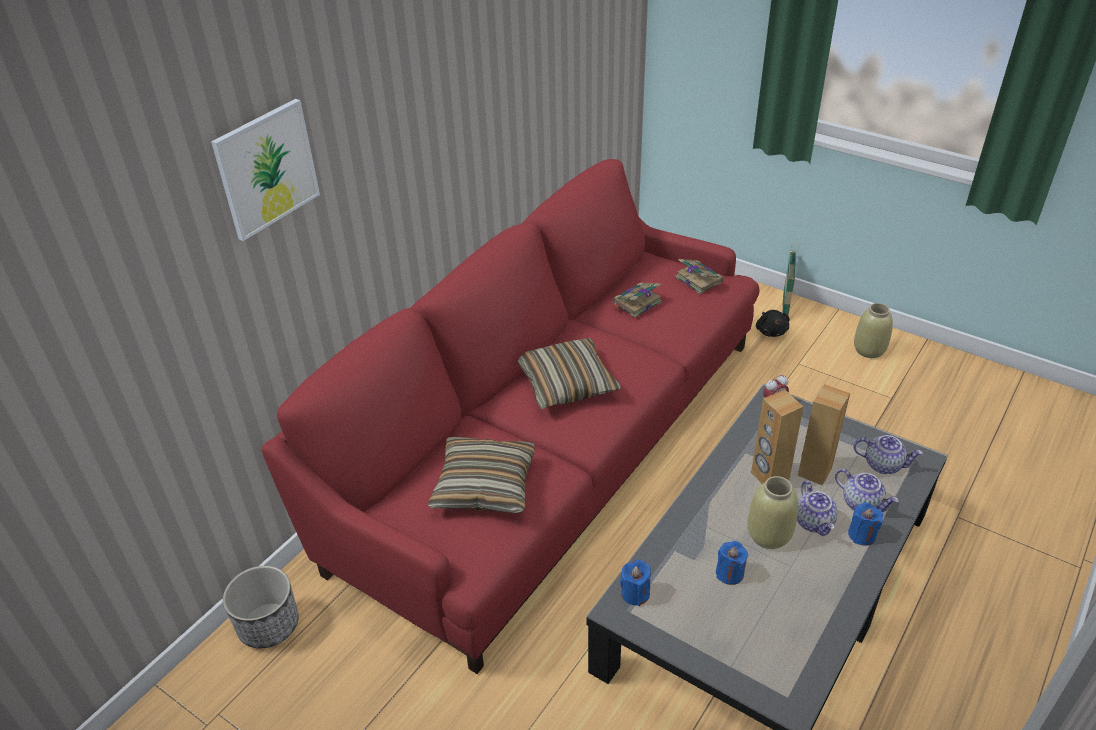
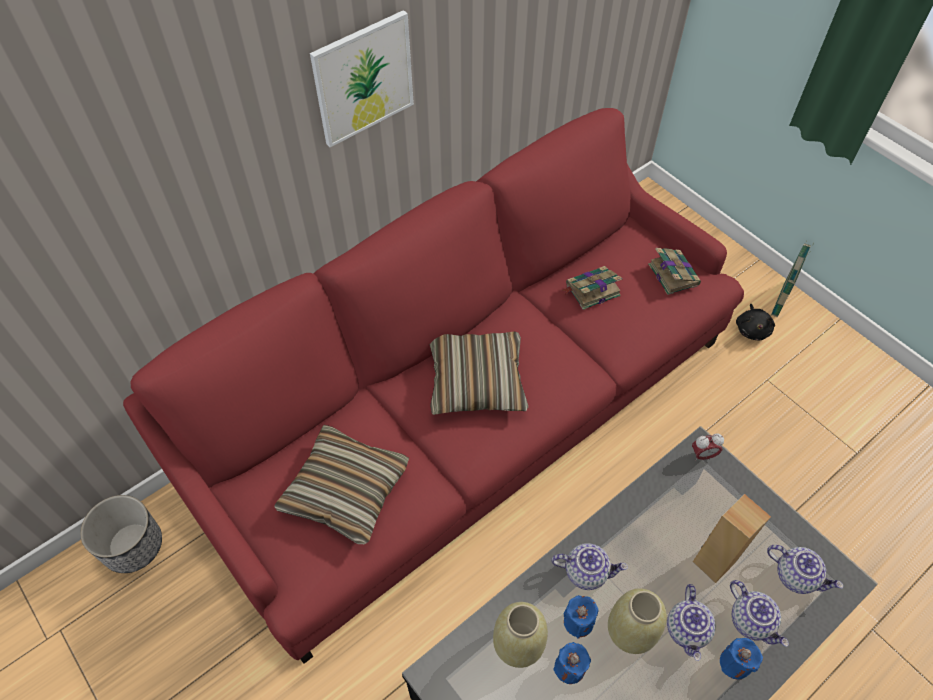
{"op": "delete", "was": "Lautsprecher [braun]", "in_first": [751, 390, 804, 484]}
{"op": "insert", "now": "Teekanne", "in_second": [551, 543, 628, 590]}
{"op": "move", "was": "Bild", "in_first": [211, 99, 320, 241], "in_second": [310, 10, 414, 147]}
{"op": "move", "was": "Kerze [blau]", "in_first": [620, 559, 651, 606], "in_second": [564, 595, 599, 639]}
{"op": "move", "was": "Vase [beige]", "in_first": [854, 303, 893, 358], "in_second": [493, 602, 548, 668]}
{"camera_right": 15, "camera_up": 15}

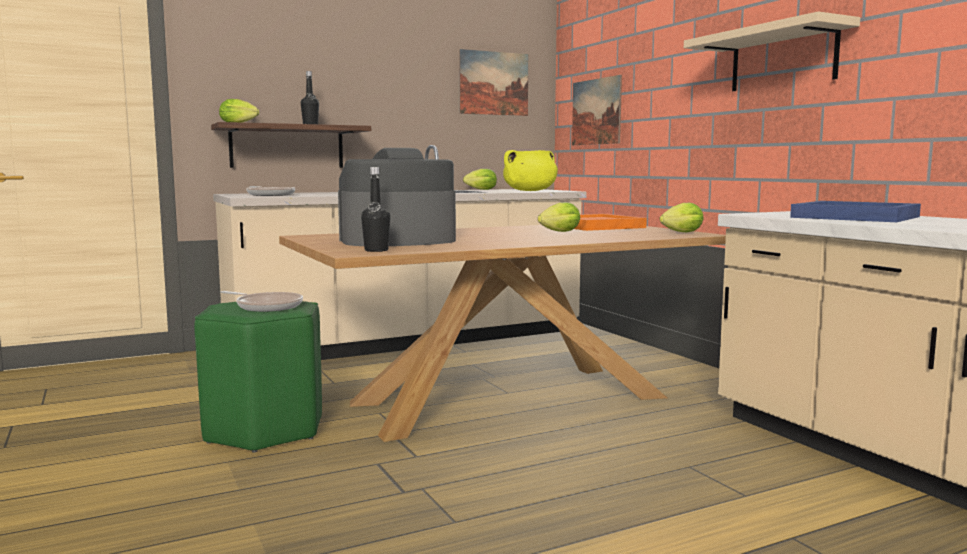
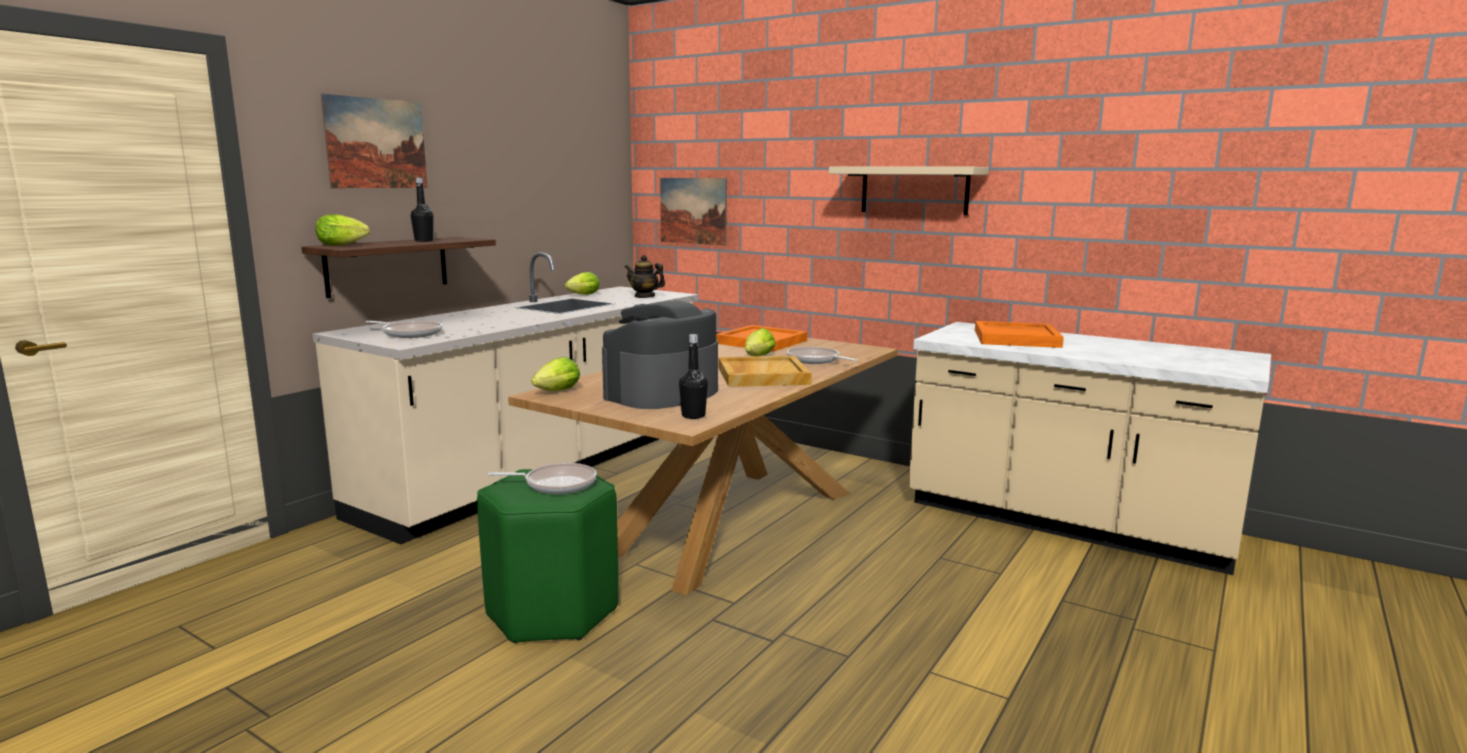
{"op": "insert", "now": "Tablett [beige]", "in_second": [718, 356, 812, 387]}
{"op": "insert", "now": "Pfanne", "in_second": [787, 347, 858, 364]}
{"op": "move", "was": "Bild", "in_first": [459, 49, 528, 116], "in_second": [320, 93, 428, 188]}
{"op": "move", "was": "Salatkopf", "in_first": [660, 203, 704, 232], "in_second": [532, 357, 580, 391]}
{"op": "replace", "was": "Kochtopf [gelb]", "now": "Teekanne", "in_first": [503, 150, 558, 191], "in_second": [625, 255, 665, 298]}
{"op": "recolor", "was": "Tablett [blau]", "now": "Tablett [orange]", "in_first": [790, 201, 921, 222], "in_second": [975, 321, 1064, 348]}
{"camera_right": -30, "camera_up": 5}

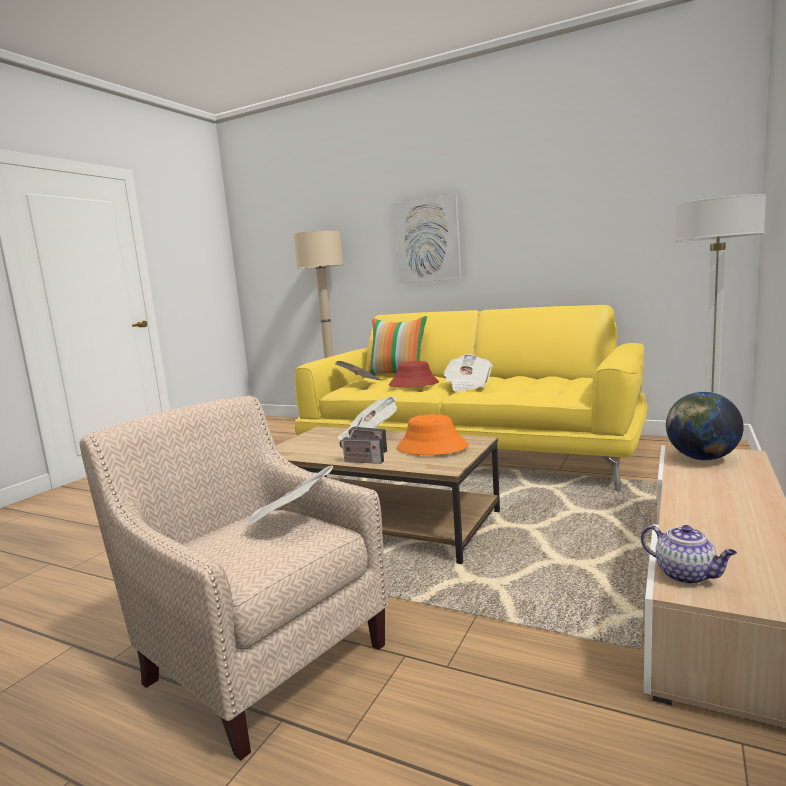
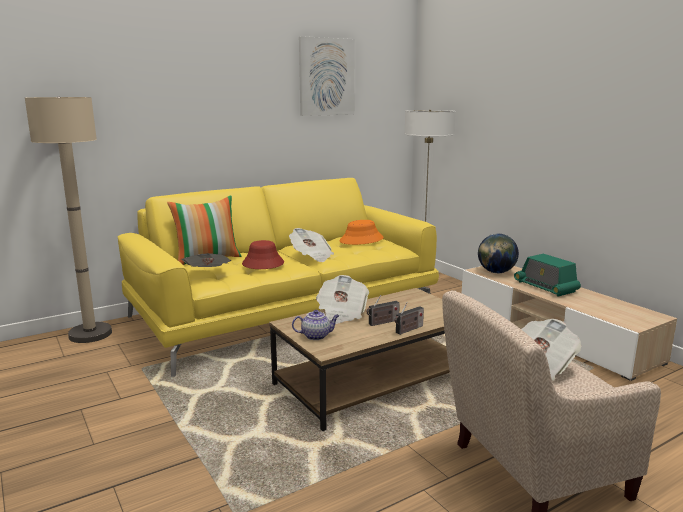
{"op": "insert", "now": "Radio", "in_second": [514, 254, 581, 297]}
{"op": "move", "was": "Bild", "in_first": [394, 194, 462, 284], "in_second": [299, 36, 355, 116]}
{"op": "move", "was": "Hut [orange]", "in_first": [397, 414, 469, 455], "in_second": [339, 220, 384, 245]}
{"op": "move", "was": "Teekanne", "in_first": [641, 525, 737, 584], "in_second": [292, 310, 339, 340]}
{"camera_right": -60, "camera_up": 5}

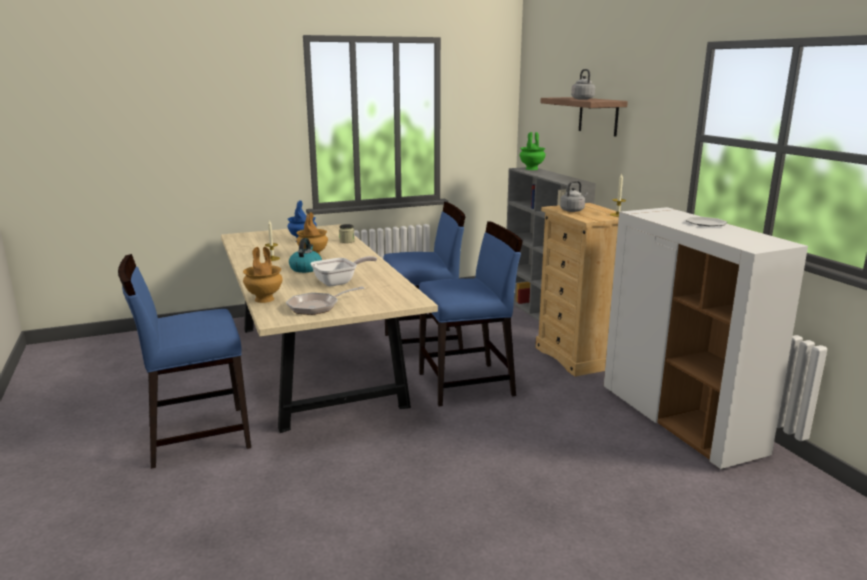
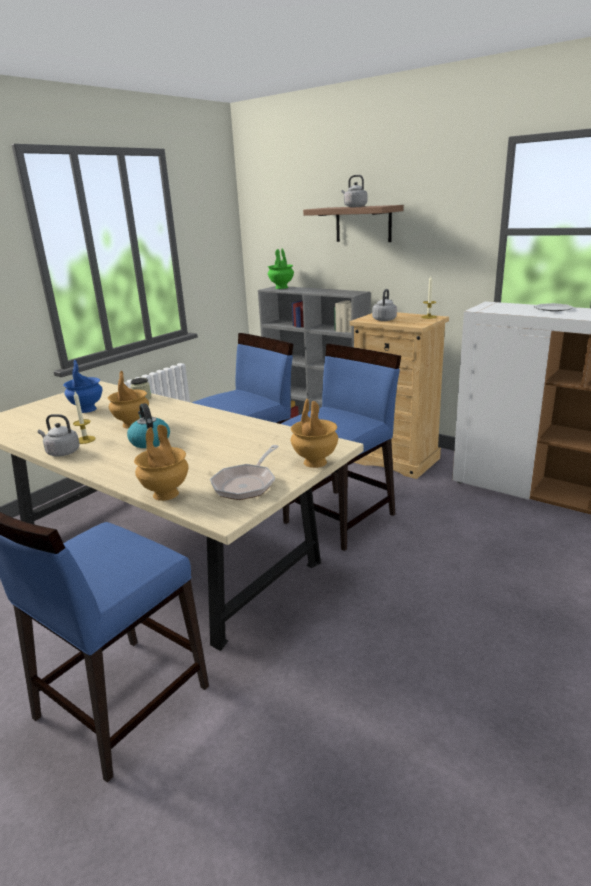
{"op": "delete", "was": "Pfanne", "in_first": [310, 256, 377, 286]}
{"op": "insert", "now": "Wasserkessel [grau]", "in_second": [38, 414, 80, 456]}
{"op": "insert", "now": "Vase [braun]", "in_second": [291, 399, 338, 468]}
{"camera_right": -30, "camera_up": 5}

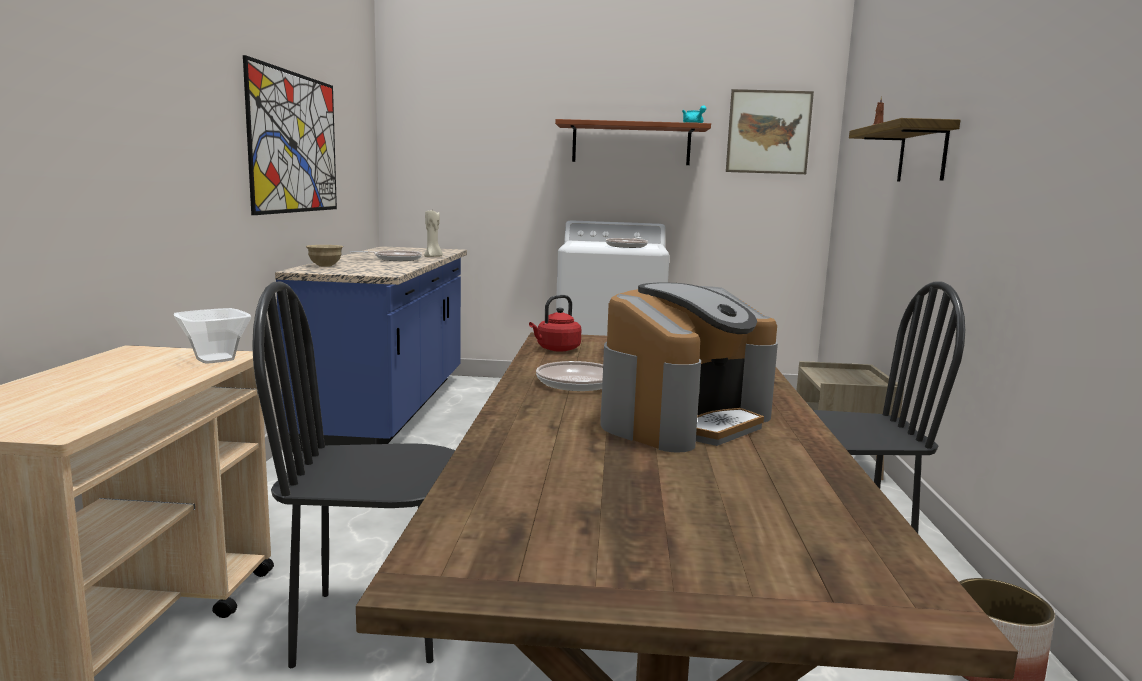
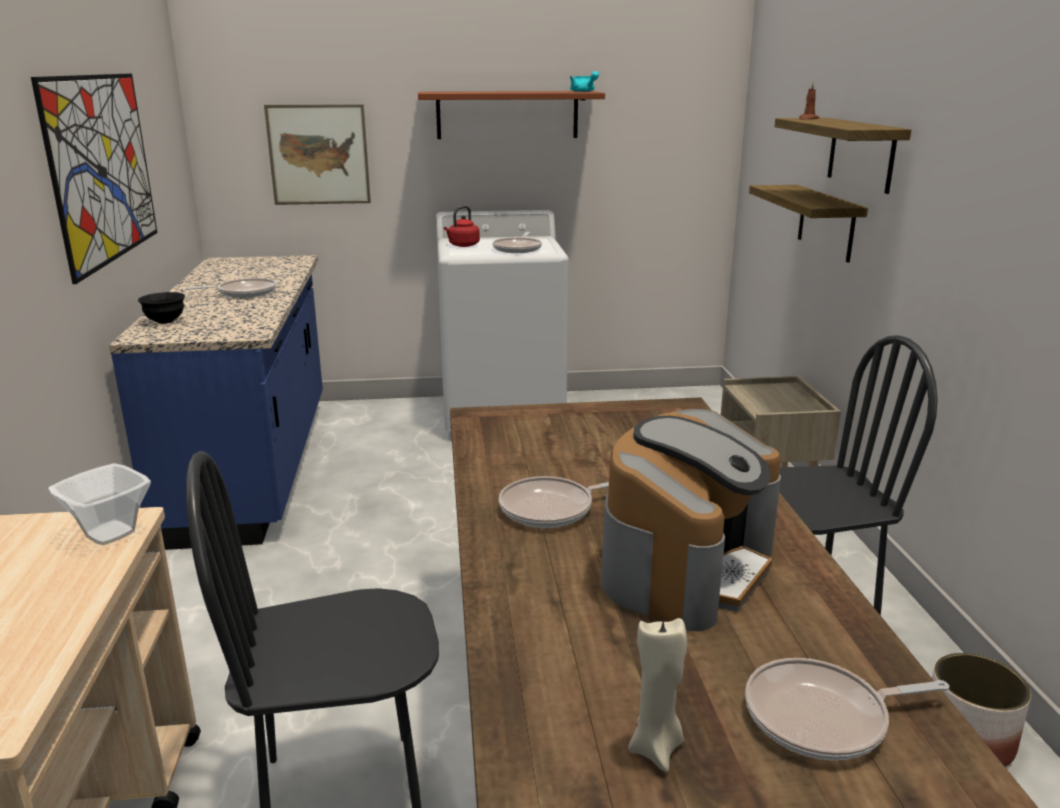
{"op": "insert", "now": "Pfanne", "in_second": [745, 658, 949, 760]}
{"op": "insert", "now": "Wandregal", "in_second": [749, 185, 868, 263]}
{"op": "move", "was": "Kerze [beige]", "in_first": [424, 210, 442, 257], "in_second": [628, 616, 687, 772]}
{"op": "move", "was": "Wasserkessel [rot]", "in_first": [529, 295, 582, 352], "in_second": [444, 206, 480, 247]}
{"op": "move", "was": "Bild", "in_first": [726, 89, 814, 174], "in_second": [264, 104, 371, 205]}
{"op": "recolor", "was": "Schüssel [beige]", "now": "Schüssel [schwarz]", "in_first": [306, 245, 343, 267], "in_second": [138, 292, 185, 324]}
{"camera_right": -10, "camera_up": 10}

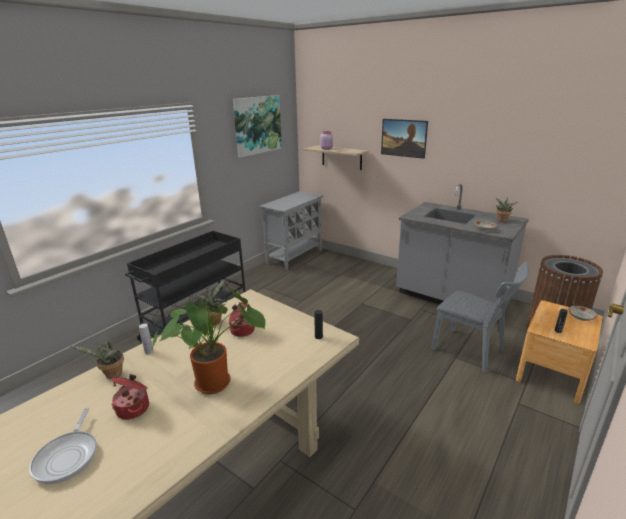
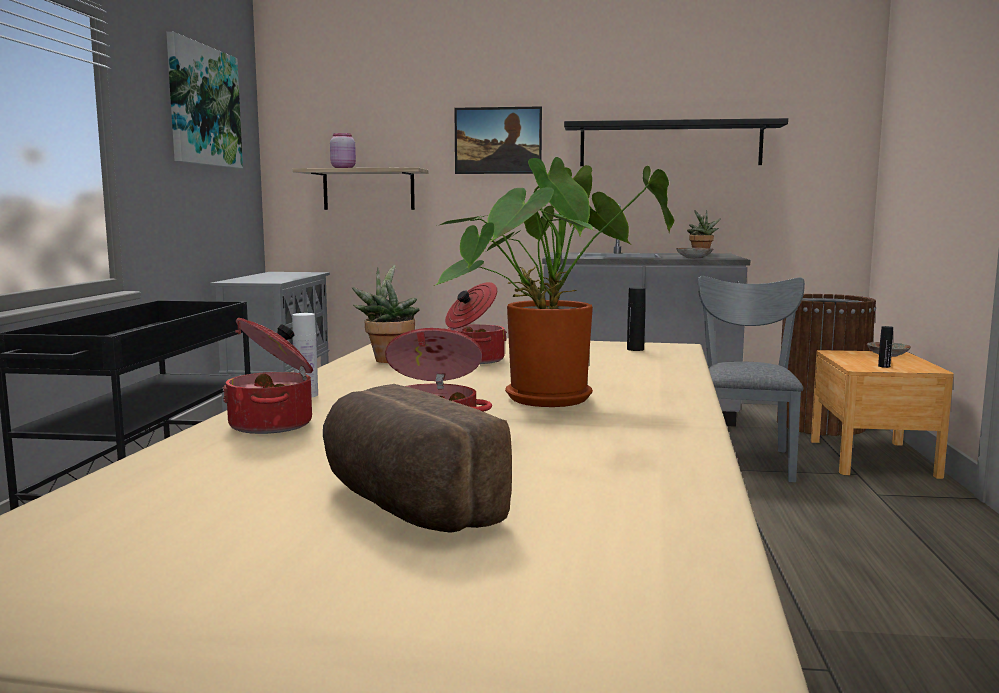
{"op": "insert", "now": "Wandregal [schwarz]", "in_second": [564, 118, 788, 166]}
{"op": "replace", "was": "Pfanne", "now": "Brot", "in_first": [29, 408, 97, 485], "in_second": [323, 384, 512, 533]}
{"op": "replace", "was": "Topfpflanze", "now": "Kochtopf", "in_first": [70, 340, 124, 379], "in_second": [222, 318, 313, 434]}
{"op": "rotate", "was": "Stuhl [grau]", "in_first": [431, 262, 529, 373], "in_second": [698, 276, 805, 482], "clockwise": -90}
{"camera_right": -30, "camera_up": -15}

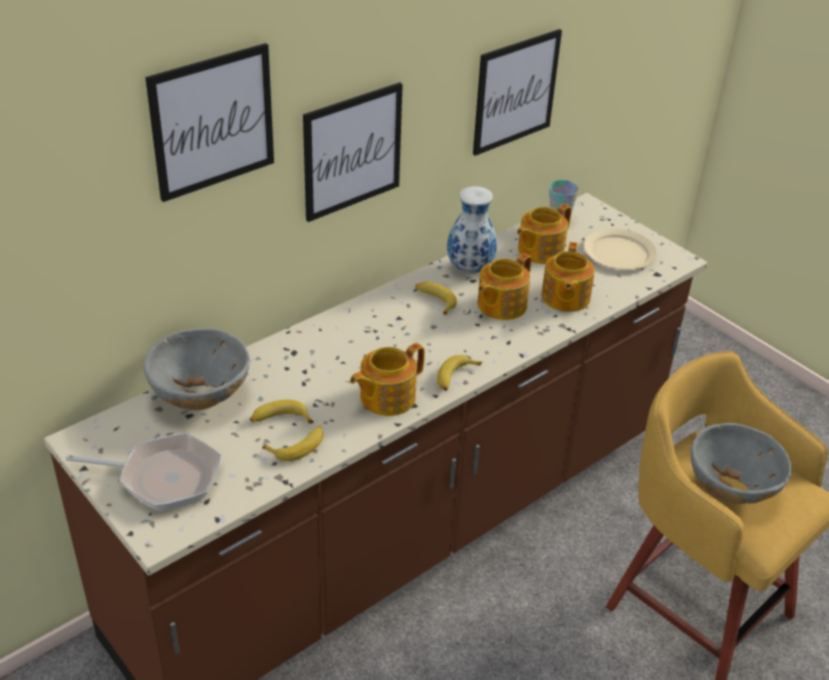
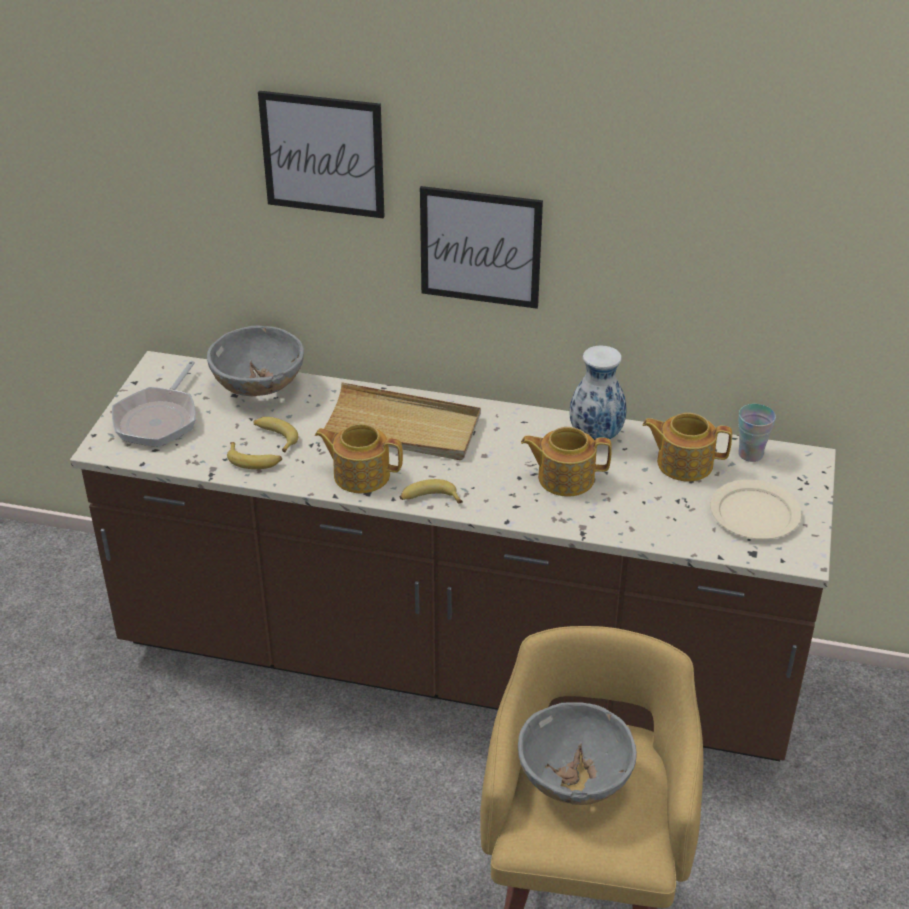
{"op": "delete", "was": "Banane", "in_first": [415, 282, 457, 315]}
{"op": "delete", "was": "Bild", "in_first": [473, 29, 562, 156]}
{"op": "delete", "was": "Teekanne", "in_first": [541, 242, 595, 312]}
{"op": "insert", "now": "Tablett [beige]", "in_second": [317, 382, 481, 460]}
{"op": "rotate", "was": "Pfanne", "in_first": [66, 433, 221, 511], "in_second": [112, 361, 196, 447], "clockwise": 45}
{"camera_right": 55, "camera_up": 0}

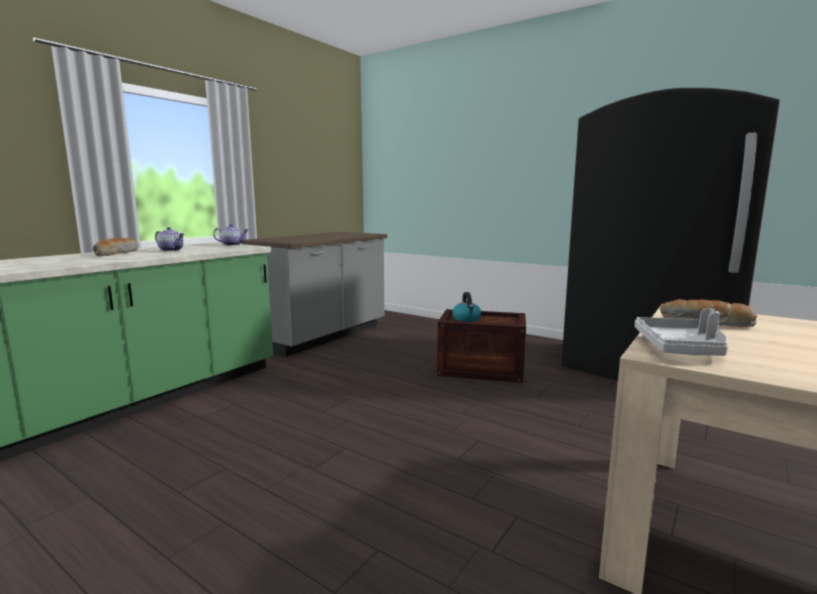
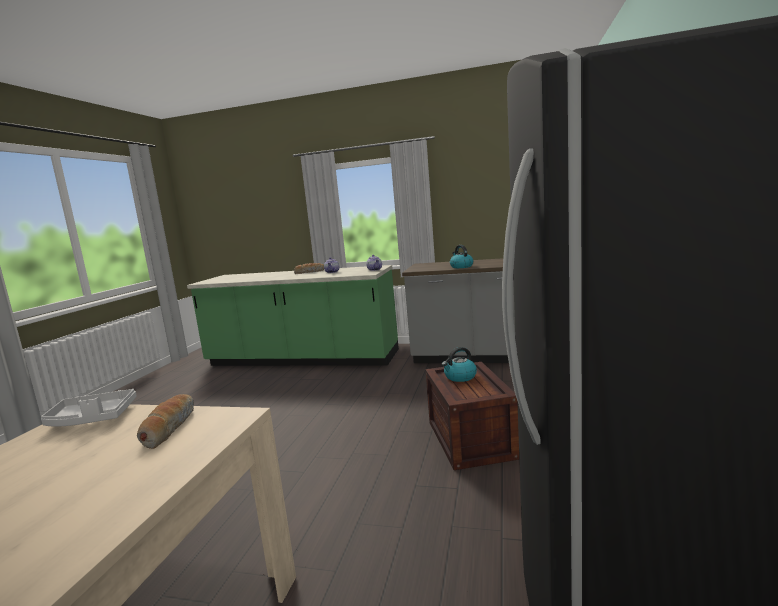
{"op": "insert", "now": "Wasserkessel", "in_second": [450, 245, 473, 268]}
{"camera_right": 70, "camera_up": 0}

